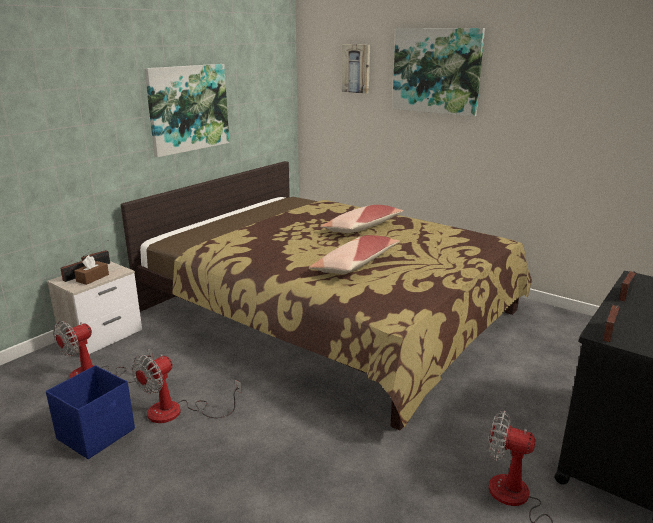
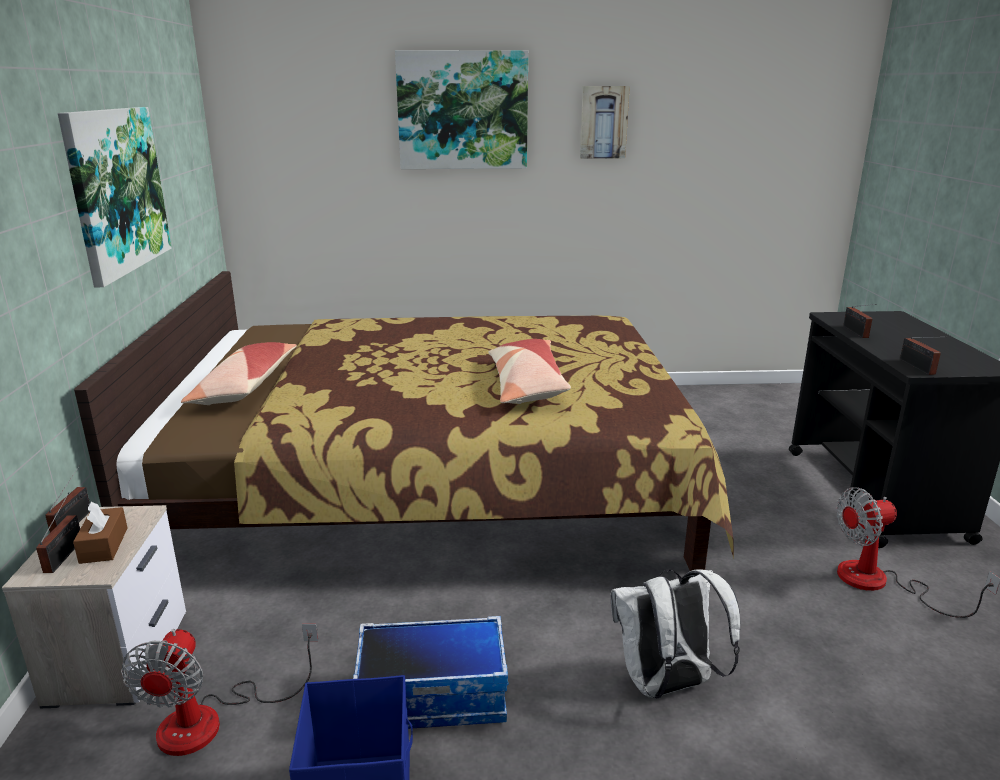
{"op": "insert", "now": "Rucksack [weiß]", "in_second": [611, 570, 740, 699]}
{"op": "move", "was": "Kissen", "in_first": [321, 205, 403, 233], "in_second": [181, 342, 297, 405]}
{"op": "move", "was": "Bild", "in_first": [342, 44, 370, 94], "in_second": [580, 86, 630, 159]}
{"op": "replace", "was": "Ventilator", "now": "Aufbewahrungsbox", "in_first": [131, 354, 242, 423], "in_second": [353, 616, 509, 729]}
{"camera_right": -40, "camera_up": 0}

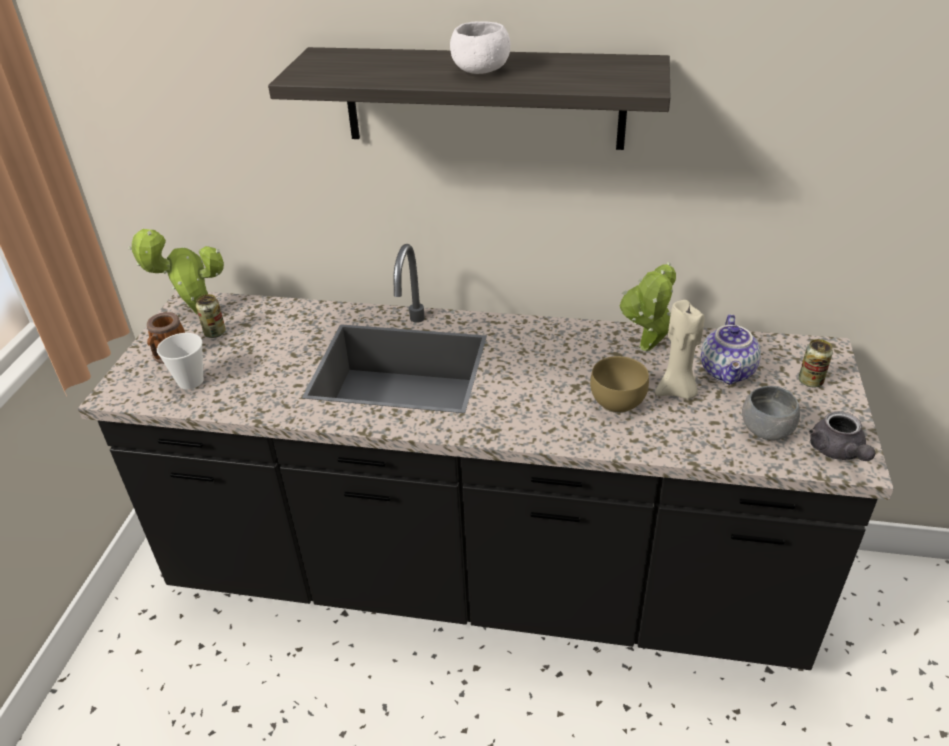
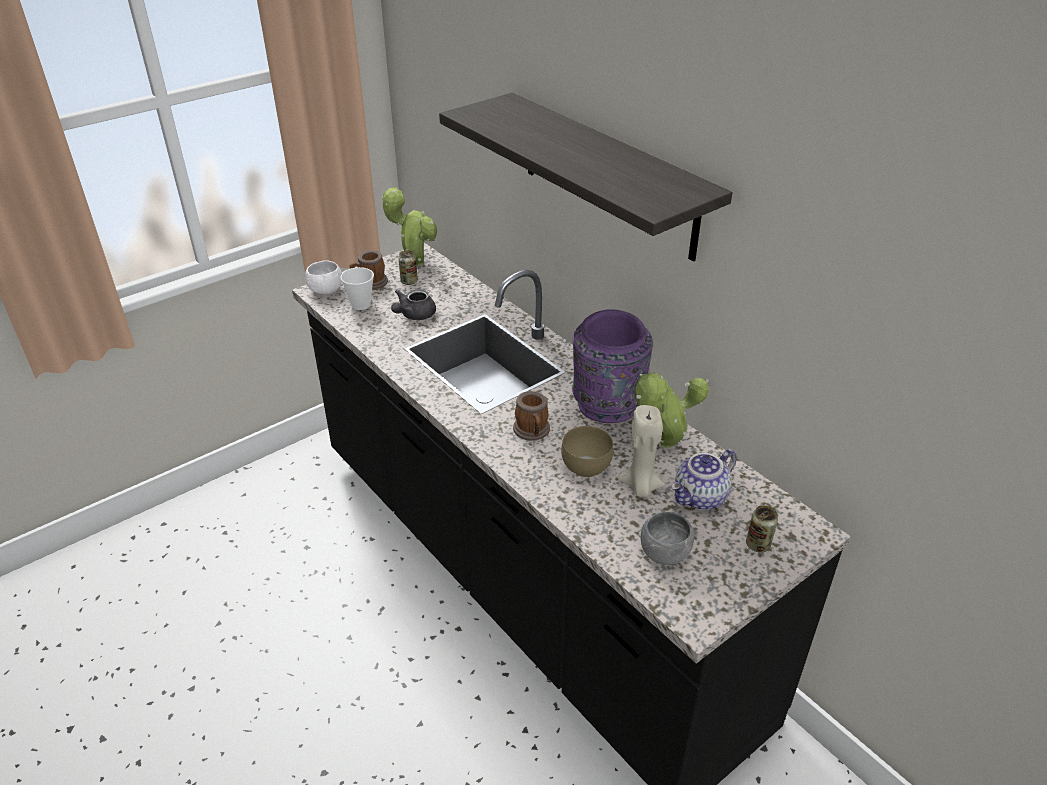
{"op": "insert", "now": "Henkelbecher", "in_second": [513, 391, 550, 441]}
{"op": "insert", "now": "Vase [lila]", "in_second": [572, 309, 653, 423]}
{"op": "move", "was": "Schüssel [weiß]", "in_first": [450, 21, 511, 74], "in_second": [305, 260, 342, 294]}
{"op": "move", "was": "Teekanne [grau]", "in_first": [809, 411, 875, 461], "in_second": [391, 289, 436, 320]}
{"camera_right": 40, "camera_up": 0}

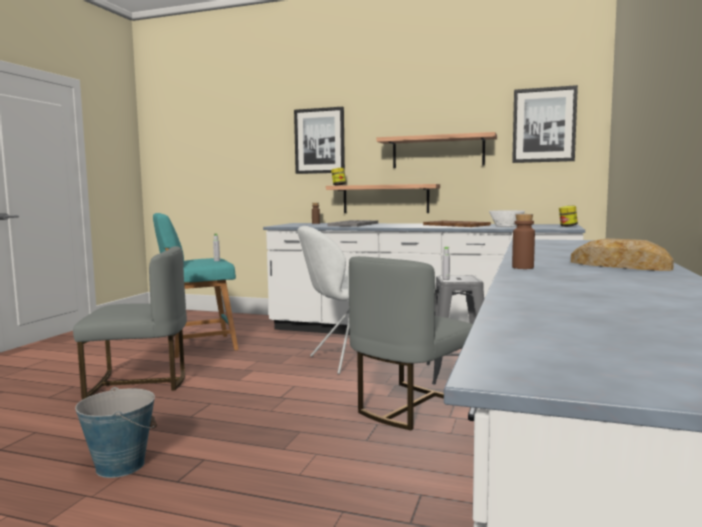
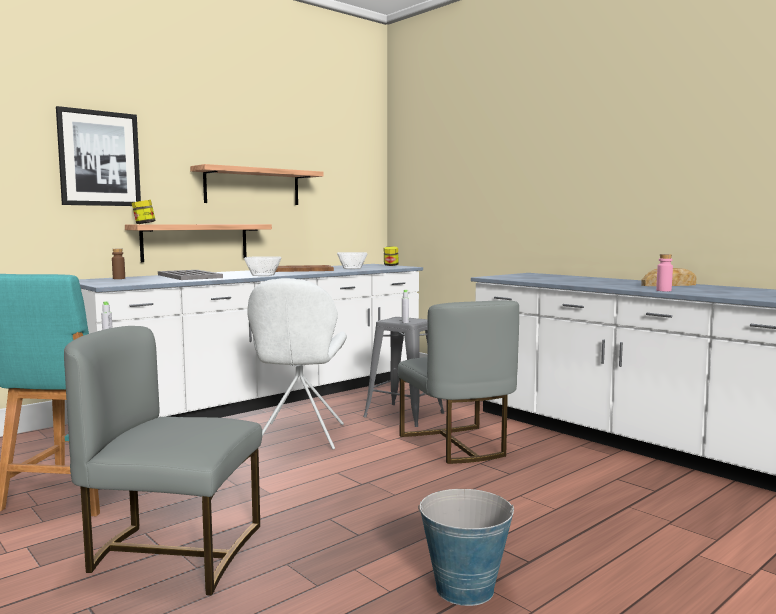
{"op": "delete", "was": "Bild", "in_first": [512, 85, 578, 163]}
{"op": "insert", "now": "Schüssel", "in_second": [244, 256, 282, 276]}
{"op": "recolor", "was": "Flasche [braun]", "now": "Flasche [rosa]", "in_first": [512, 214, 535, 269], "in_second": [656, 254, 673, 291]}
{"op": "rotate", "was": "Stuhl [grau]", "in_first": [73, 246, 187, 400], "in_second": [64, 326, 262, 595], "clockwise": -105}
{"camera_right": -60, "camera_up": 0}

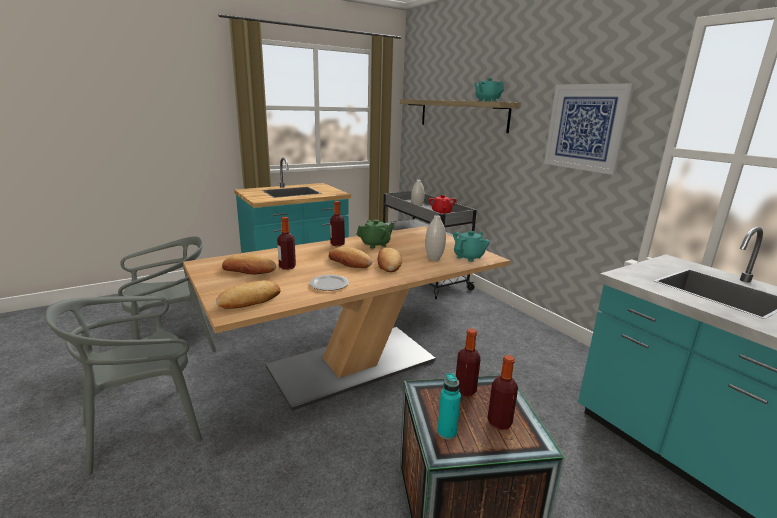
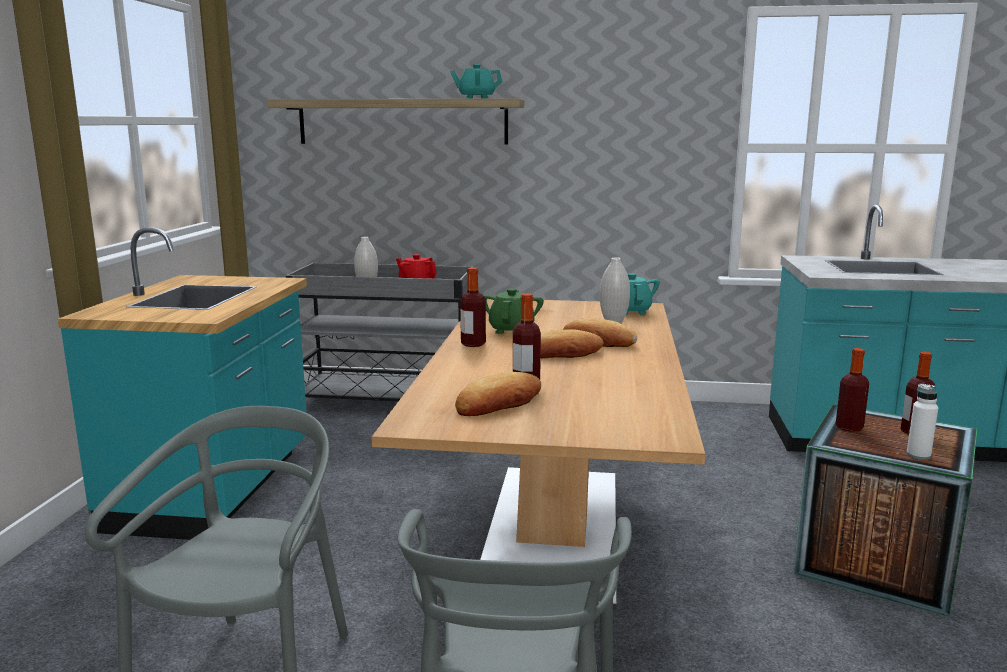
{"op": "delete", "was": "Brot", "in_first": [216, 280, 281, 309]}
{"op": "delete", "was": "Teller", "in_first": [310, 275, 349, 291]}
{"op": "delete", "was": "Bild", "in_first": [544, 83, 635, 175]}
{"op": "recolor", "was": "Flasche [türkis]", "now": "Flasche [weiß]", "in_first": [437, 373, 461, 440], "in_second": [906, 383, 938, 460]}
{"camera_right": -50, "camera_up": -5}

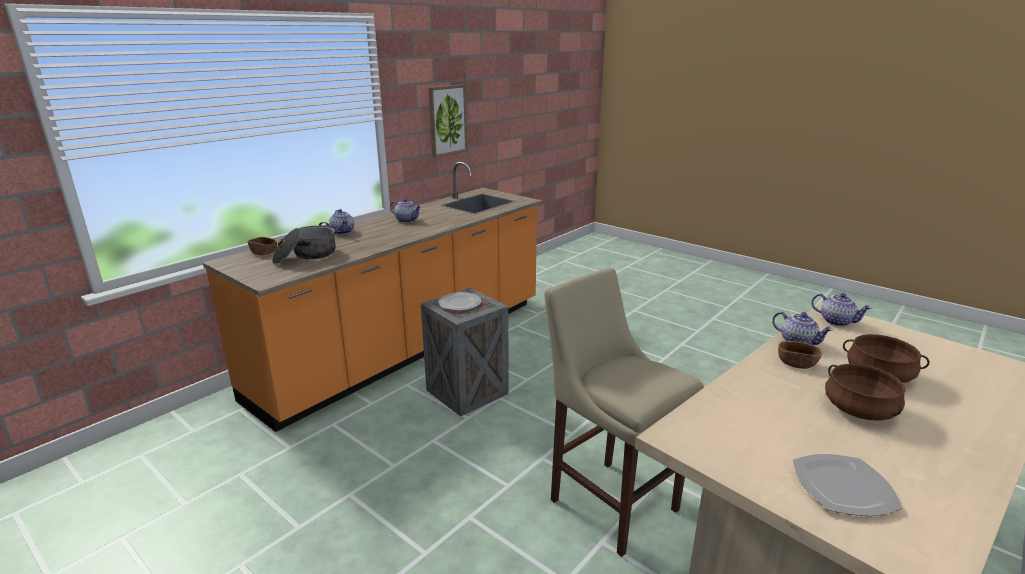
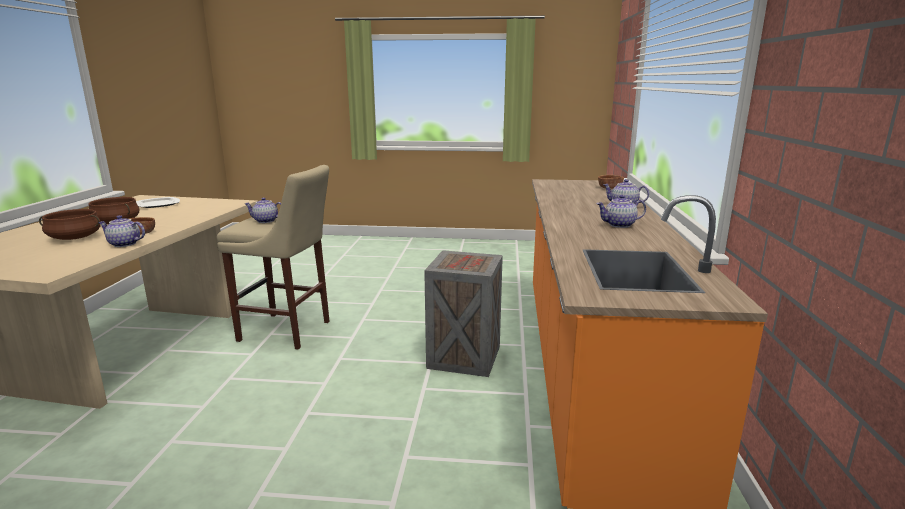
{"op": "delete", "was": "Kochtopf", "in_first": [272, 222, 336, 264]}
{"op": "delete", "was": "Bild", "in_first": [428, 84, 468, 158]}
{"op": "delete", "was": "Teller", "in_first": [439, 292, 482, 311]}
{"op": "move", "was": "Teekanne", "in_first": [811, 293, 872, 326], "in_second": [245, 197, 281, 223]}
{"camera_right": 145, "camera_up": -5}

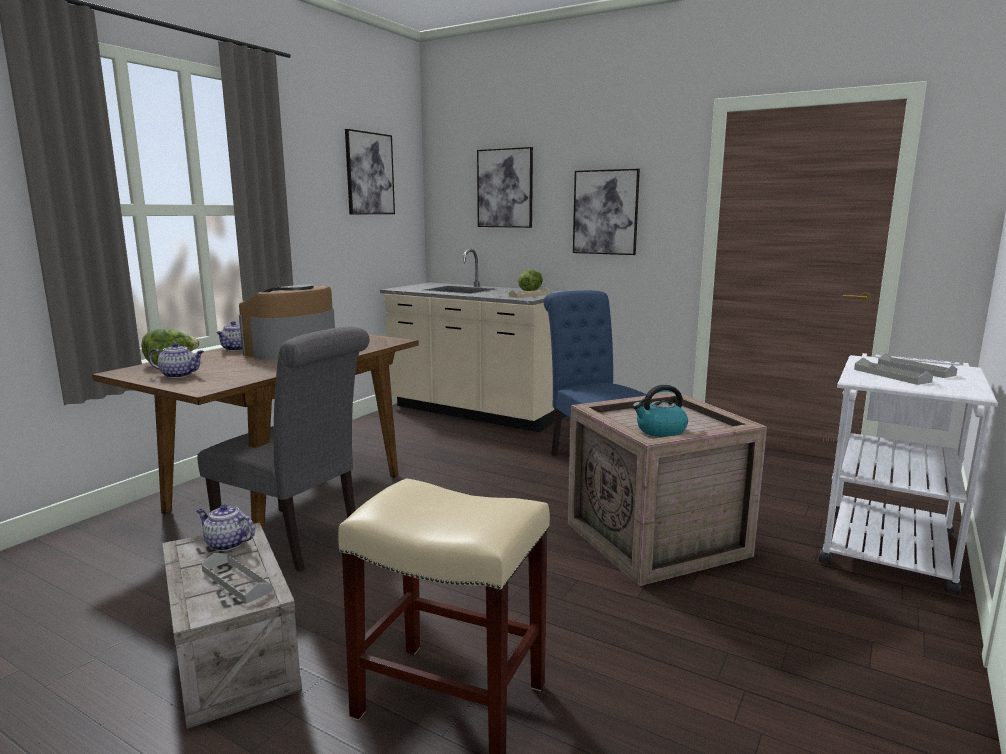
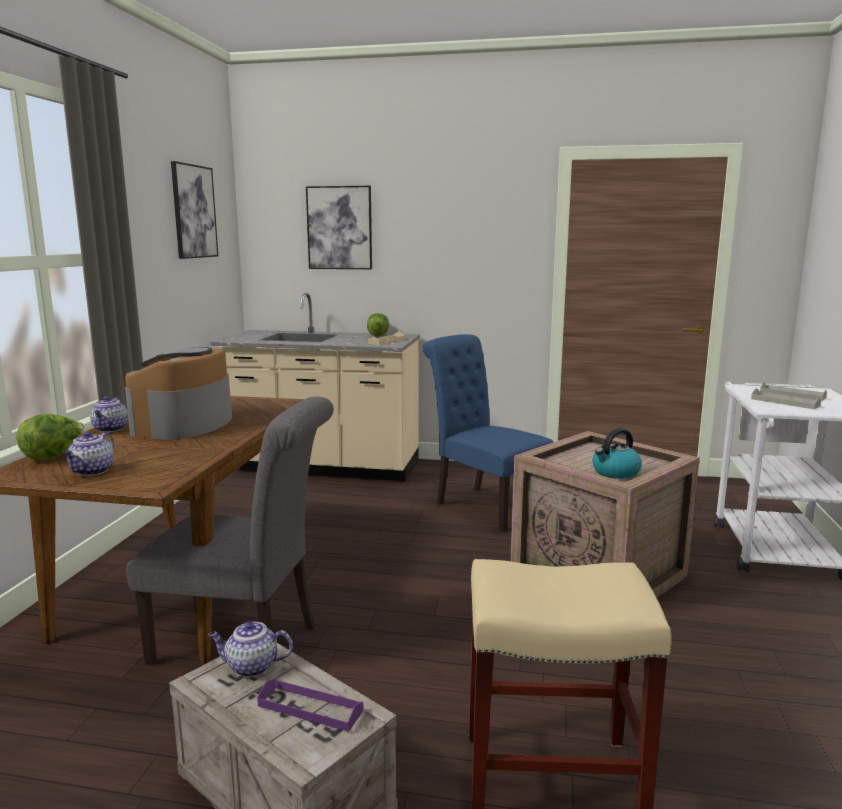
{"op": "delete", "was": "Bild", "in_first": [573, 169, 640, 255]}
{"op": "recolor", "was": "Tablett [grau]", "now": "Tablett [lila]", "in_first": [202, 553, 273, 604], "in_second": [257, 679, 363, 732]}
{"op": "rotate", "was": "Teekanne", "in_first": [148, 342, 204, 378], "in_second": [63, 431, 114, 476], "clockwise": 120}
{"camera_right": -20, "camera_up": 0}

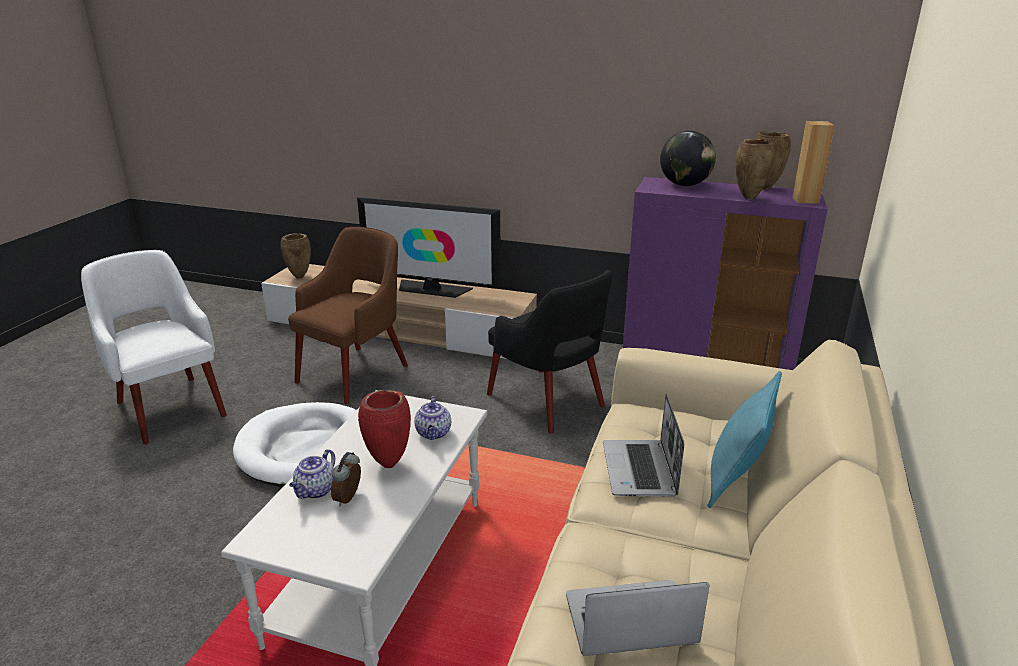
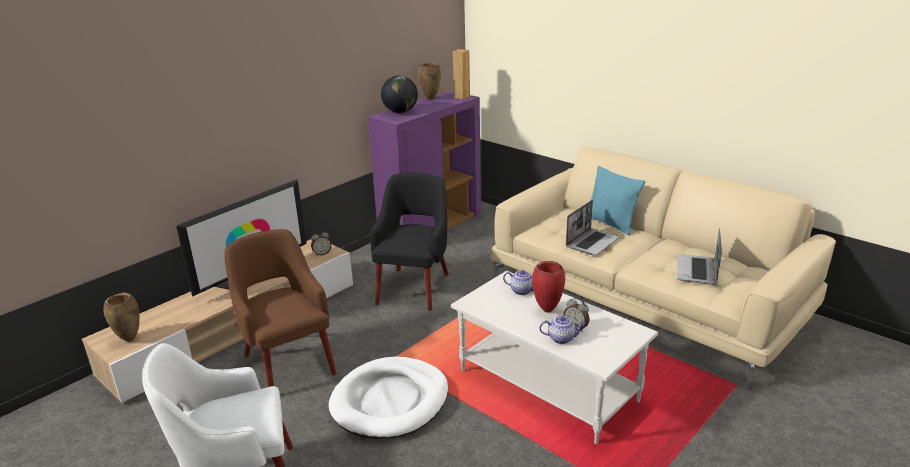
{"op": "delete", "was": "Vase [braun]", "in_first": [735, 139, 775, 199]}
{"op": "insert", "now": "Wecker", "in_second": [311, 230, 332, 256]}
{"op": "rotate", "was": "Teekanne", "in_first": [289, 449, 335, 499], "in_second": [539, 316, 585, 344], "clockwise": -45}
{"op": "rotate", "was": "Sessel [schwarz]", "in_first": [487, 270, 612, 434], "in_second": [371, 173, 449, 311], "clockwise": -60}
{"op": "rotate", "was": "Laptop", "in_first": [603, 393, 684, 497], "in_second": [566, 200, 620, 255], "clockwise": -75}
{"camera_right": -65, "camera_up": 0}

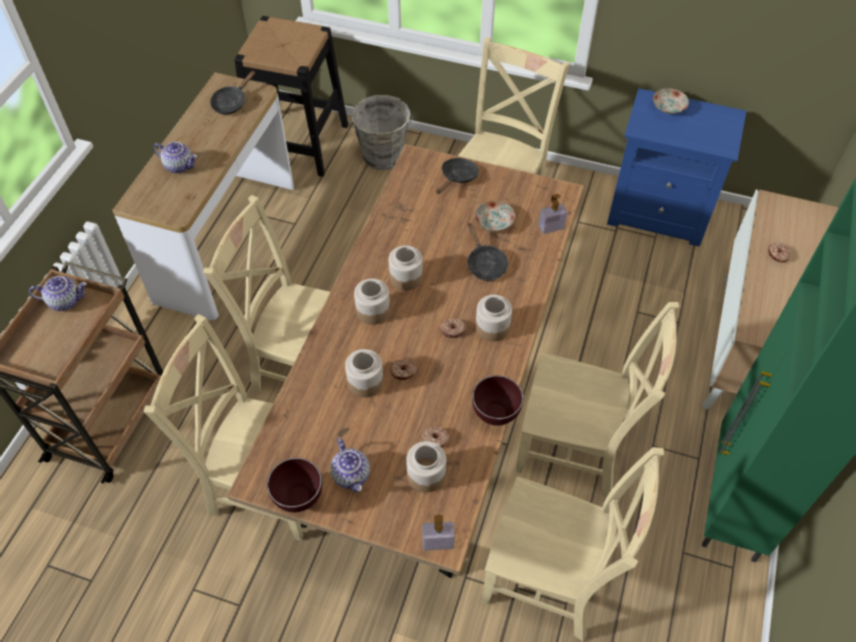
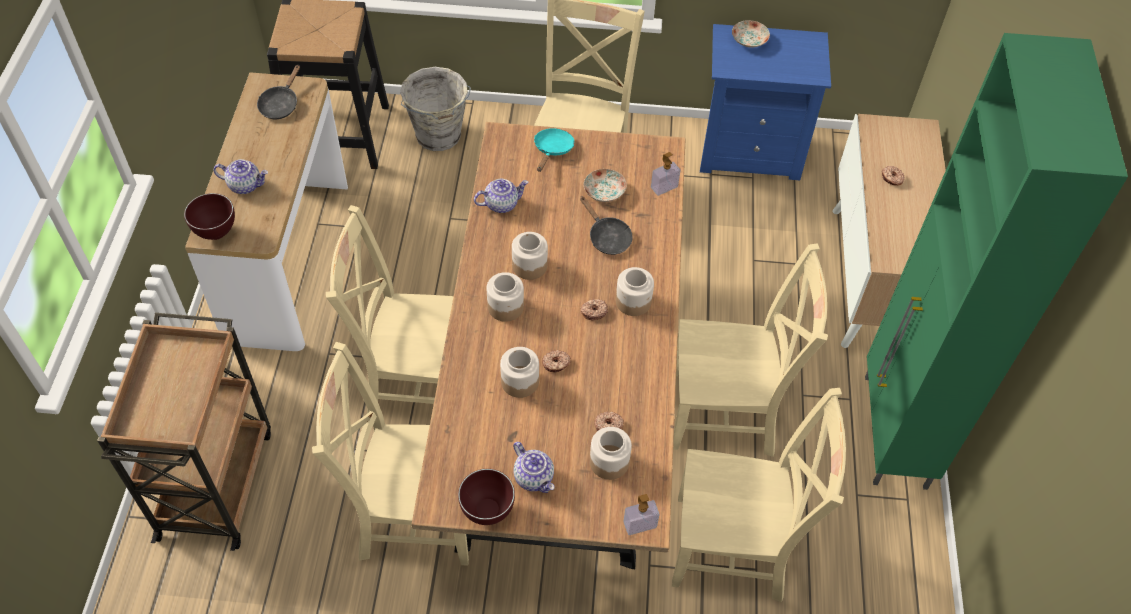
{"op": "move", "was": "Teekanne", "in_first": [29, 276, 87, 311], "in_second": [474, 179, 529, 213]}
{"op": "move", "was": "Schüssel [braun]", "in_first": [472, 375, 523, 426], "in_second": [184, 193, 235, 240]}
{"op": "recolor", "was": "Pfanne [schwarz]", "now": "Pfanne [türkis]", "in_first": [436, 158, 479, 194], "in_second": [534, 128, 574, 172]}
{"camera_right": -15, "camera_up": 0}

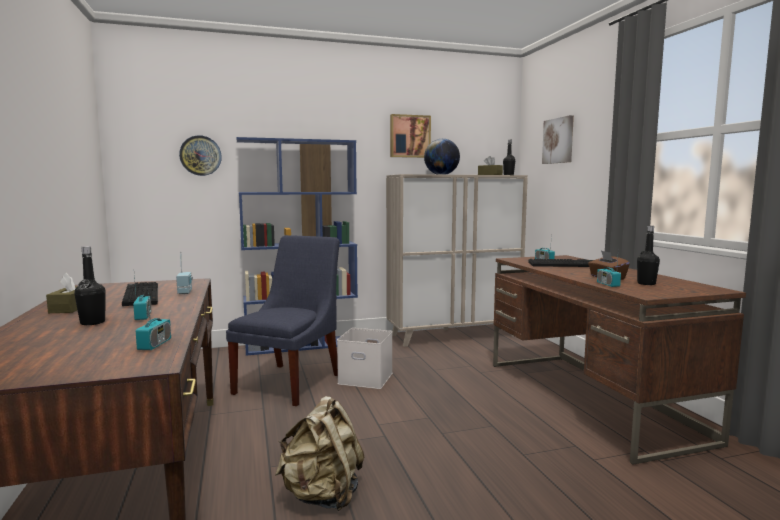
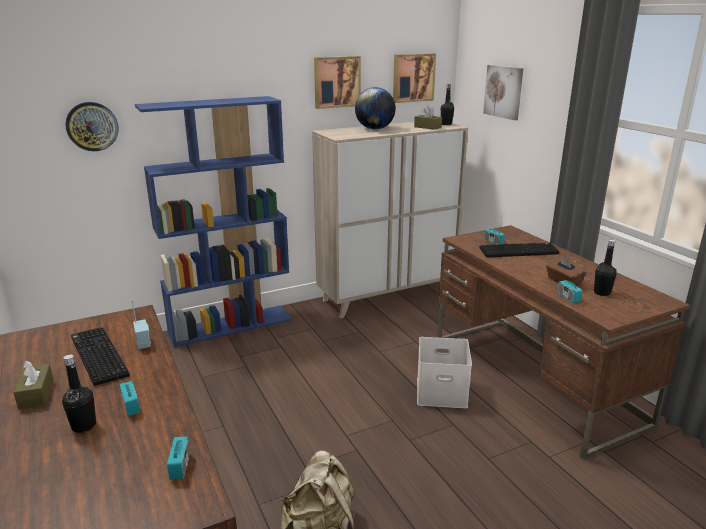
{"op": "delete", "was": "Stuhl [blau]", "in_first": [226, 235, 340, 406]}
{"op": "insert", "now": "Bild", "in_second": [393, 53, 436, 103]}
{"op": "move", "was": "Aufbewahrungsbox [weiß]", "in_first": [337, 328, 393, 389], "in_second": [417, 337, 472, 408]}
{"camera_right": -10, "camera_up": 15}

